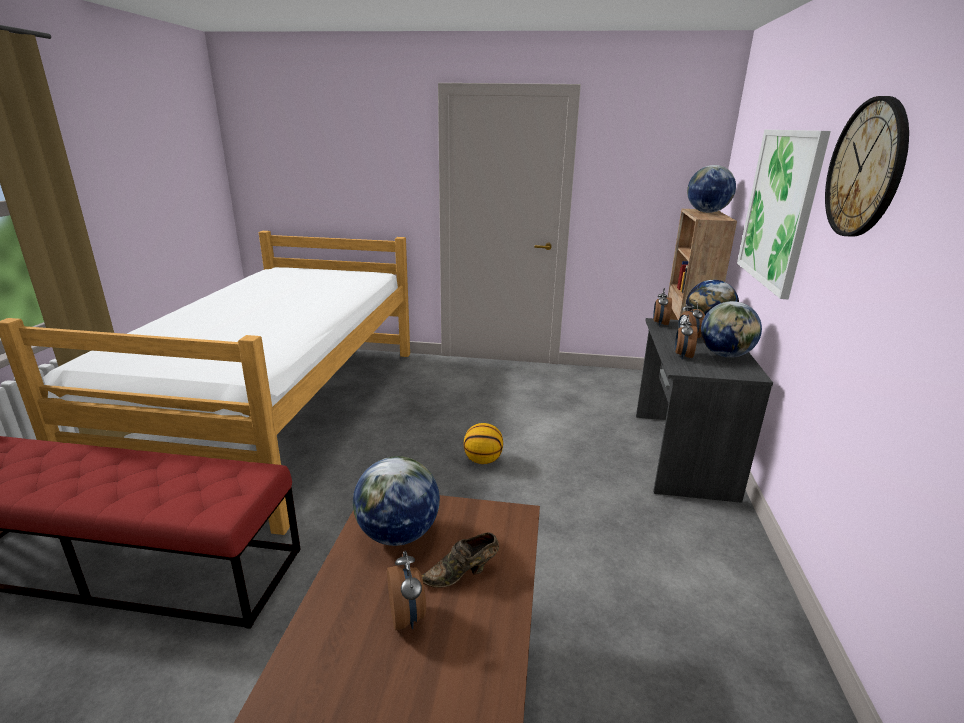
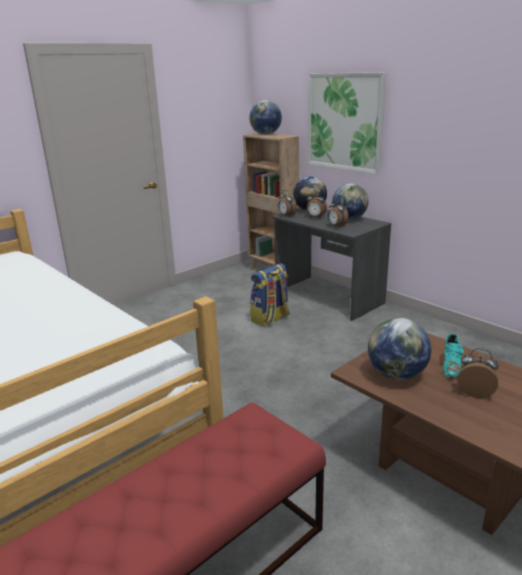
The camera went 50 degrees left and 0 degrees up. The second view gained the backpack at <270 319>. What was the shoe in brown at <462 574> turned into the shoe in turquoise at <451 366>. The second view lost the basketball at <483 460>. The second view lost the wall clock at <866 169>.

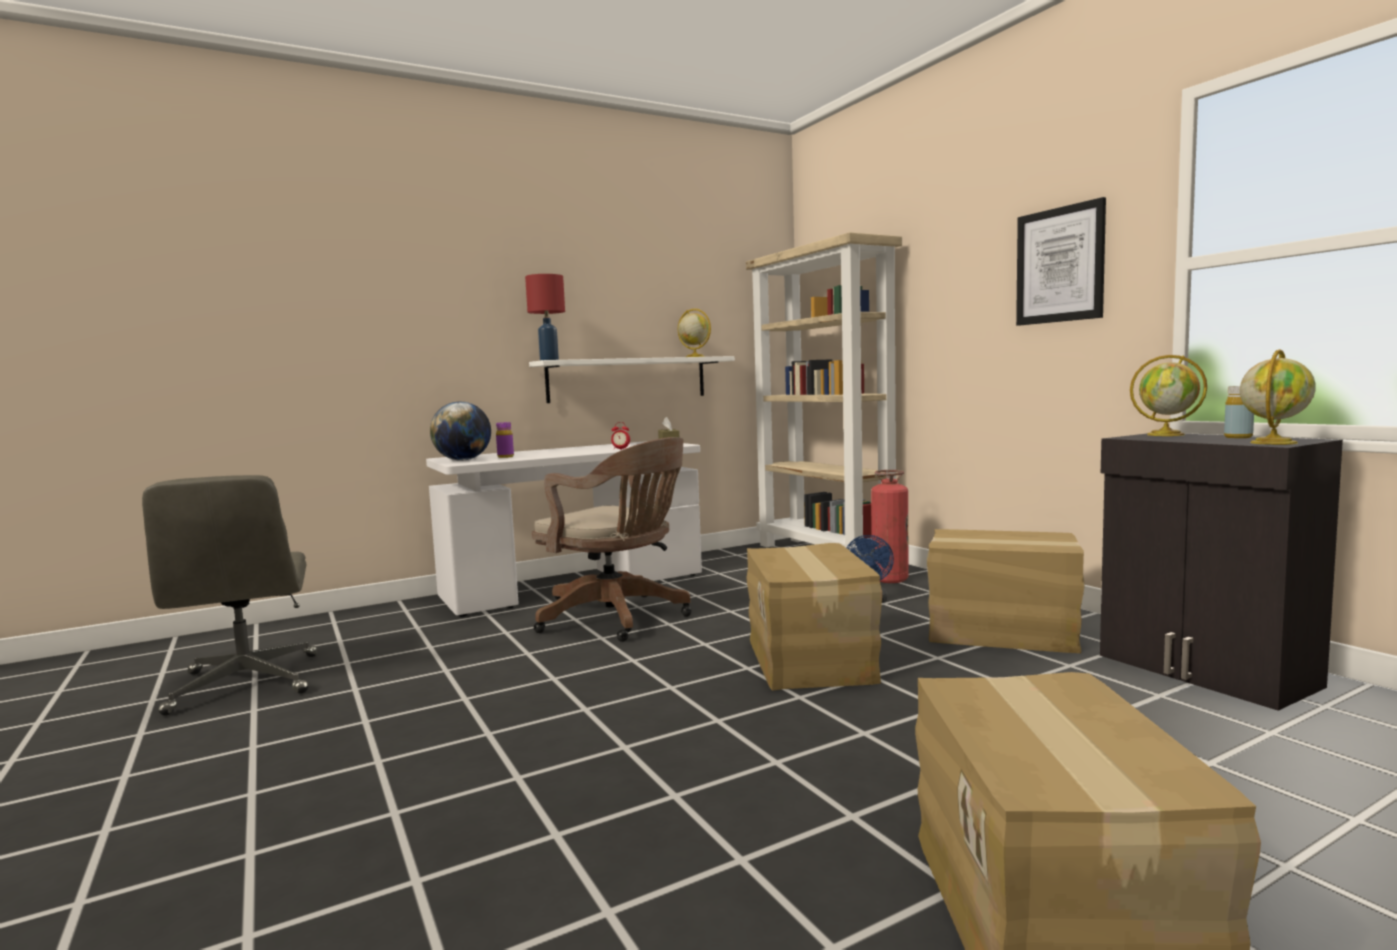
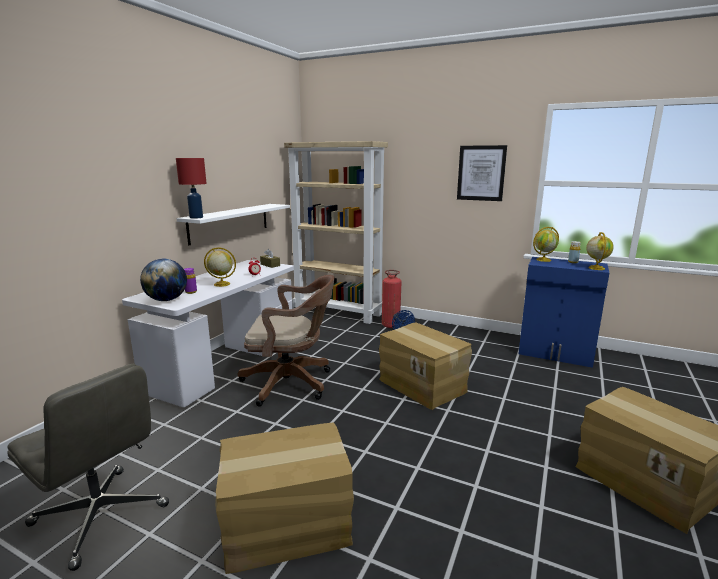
The camera went 35 degrees left and 10 degrees up. The globe ended up elsewhere, having gone from <694 357> to <221 284>. The cardboard box ended up elsewhere, having gone from <1001 632> to <286 525>. What was the cabinet in black at <1205 671> turned into the cabinet in blue at <555 354>.

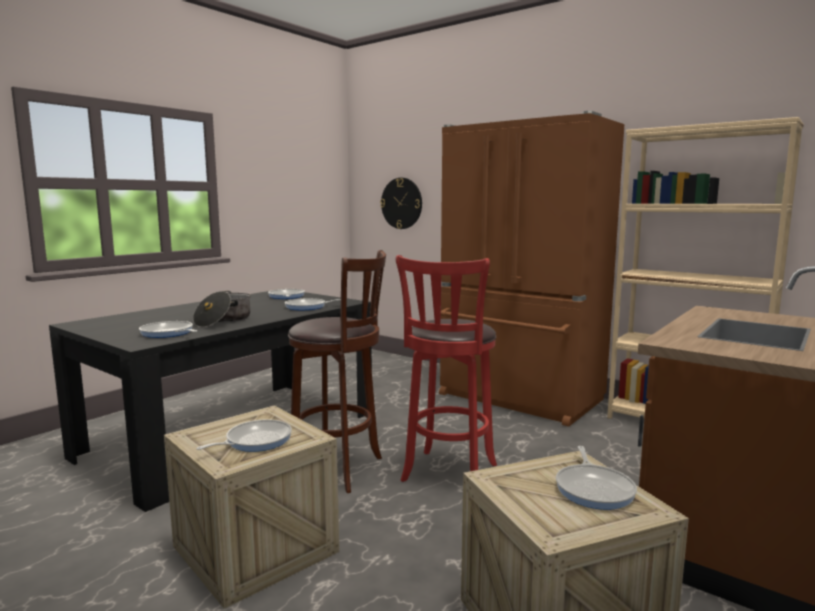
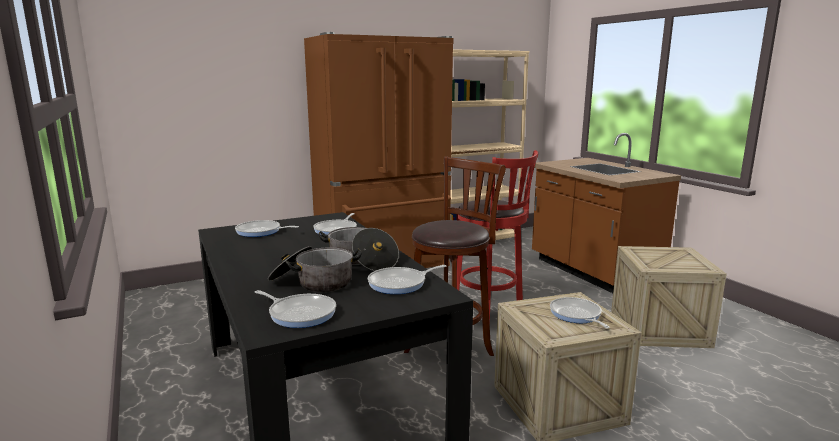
The camera went 65 degrees left and 5 degrees up. The frying pan ended up elsewhere, having gone from <594 489> to <300 313>. The second view gained the cooking pot at <313 283>. The second view lost the wall clock at <401 203>.

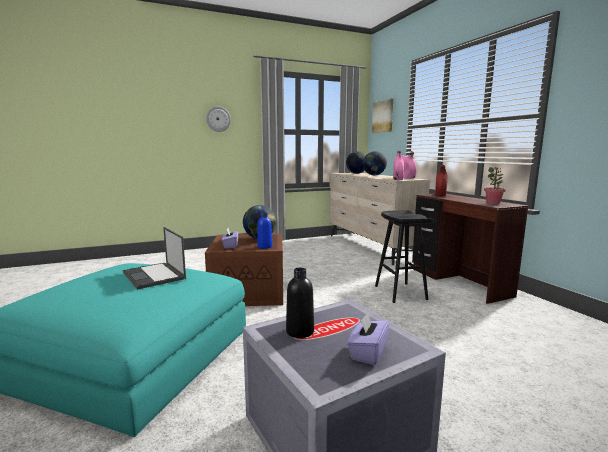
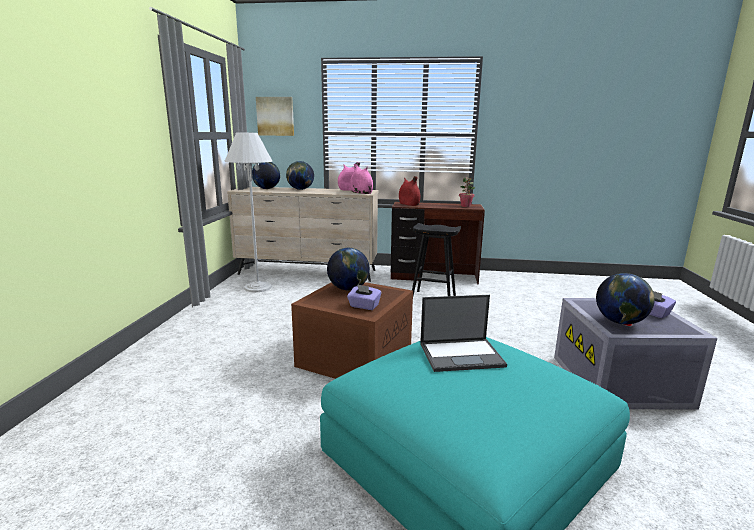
The camera went 60 degrees left and 5 degrees up. The second view gained the floor lamp in white at <258 287>. Where the bottle in black stood at <300 331>, the globe came to stand at <620 322>. The second view lost the wall clock at <218 119>. The second view lost the bottle in blue at <265 247>.

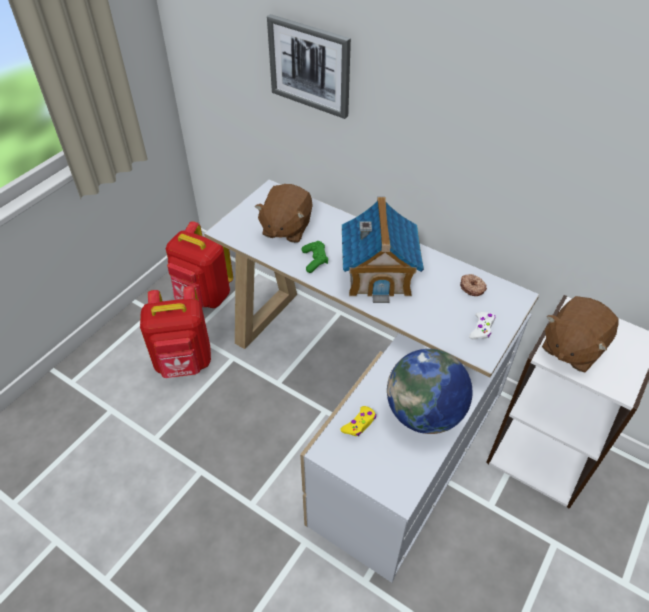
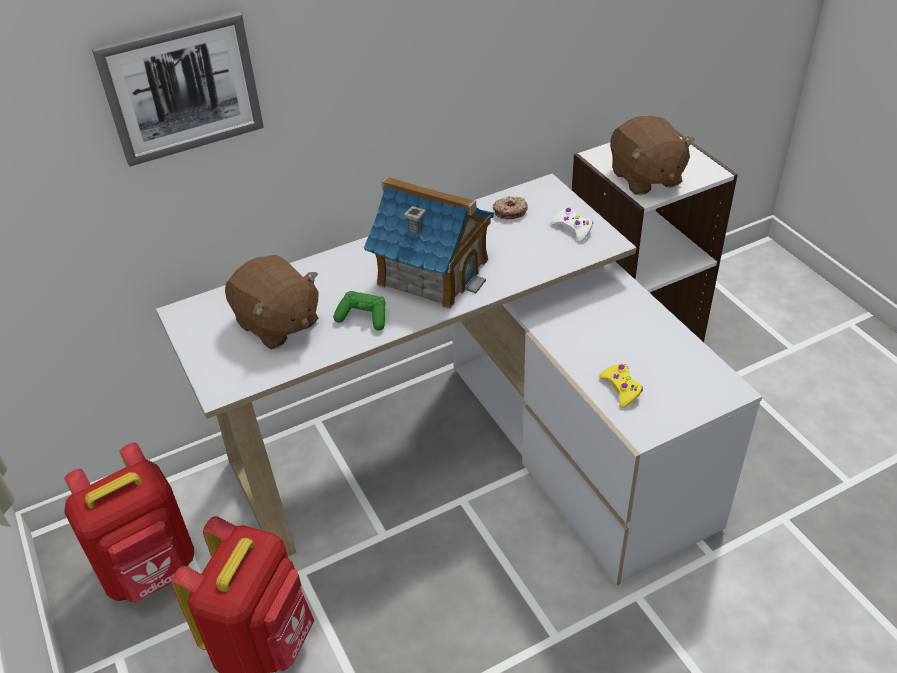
The camera went 60 degrees left and 5 degrees down. The second view lost the globe at <424 414>.

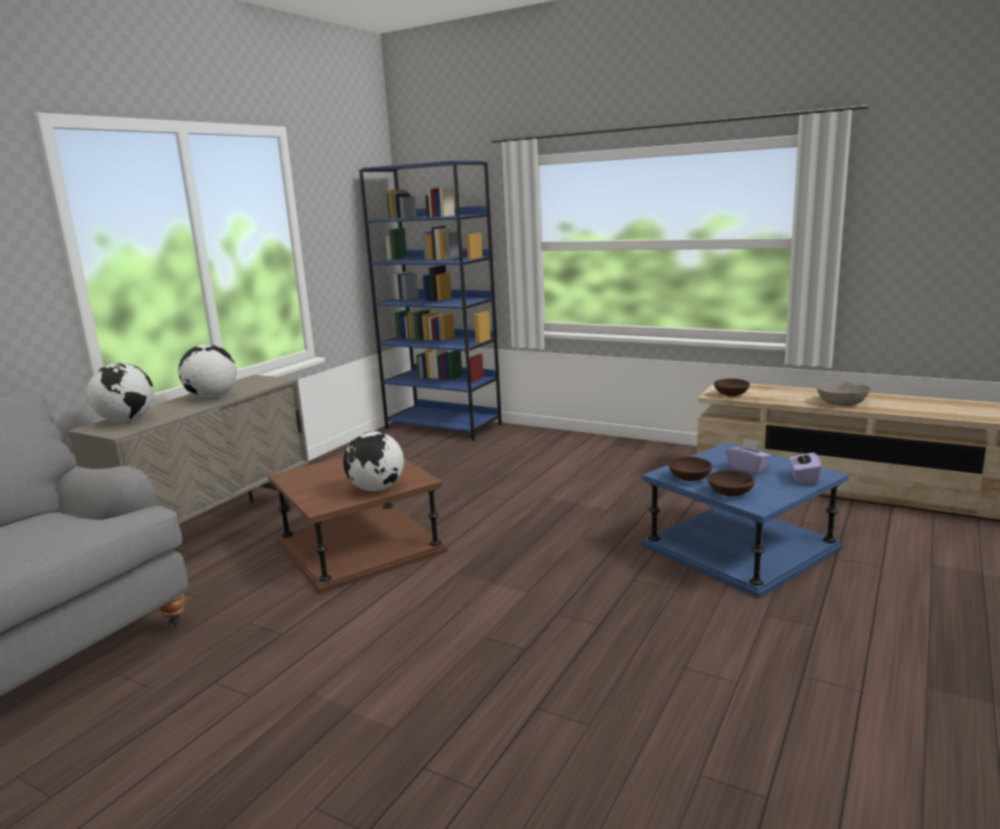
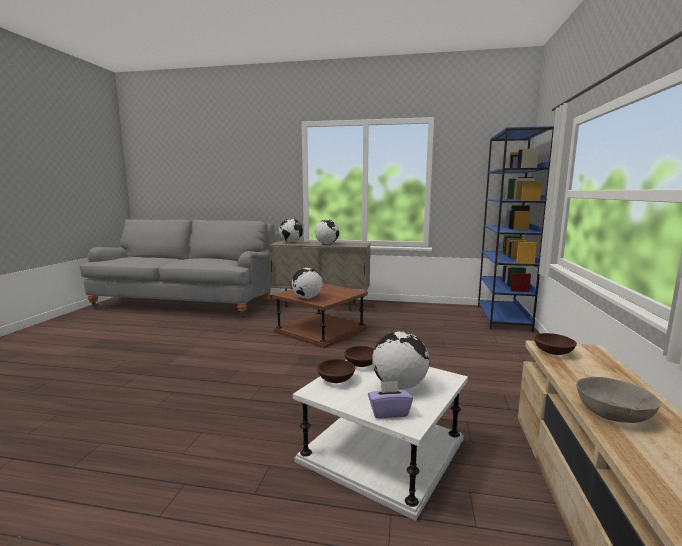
The camera went 70 degrees right and 5 degrees down. What was the side table in blue at <740 547> turned into the side table in white at <382 450>. Where the tissue box in purple stood at <747 468>, the globe came to stand at <399 386>.

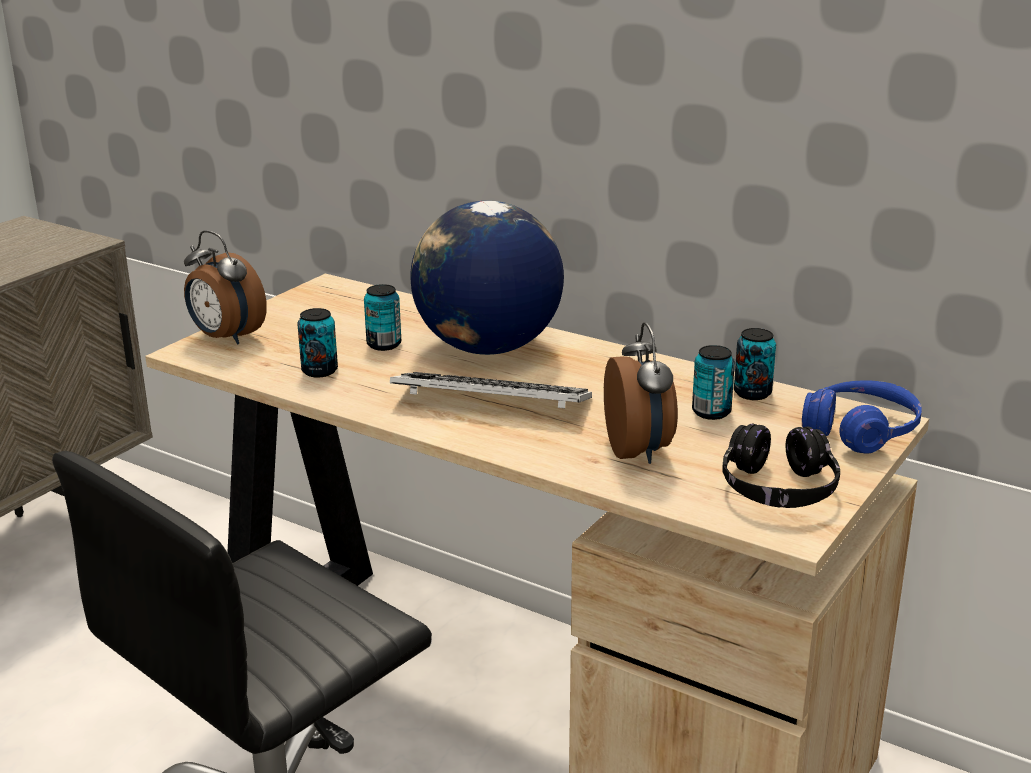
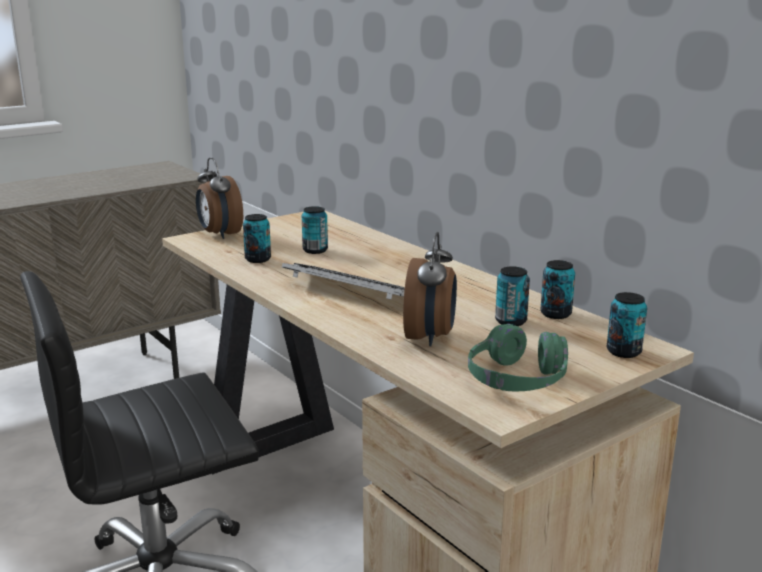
The camera went 20 degrees right and 5 degrees down. What was the headphones in black at <778 489> turned into the headphones in green at <517 379>. Where the headphones in blue stood at <860 431>, the can came to stand at <623 352>. The second view lost the globe at <487 348>.

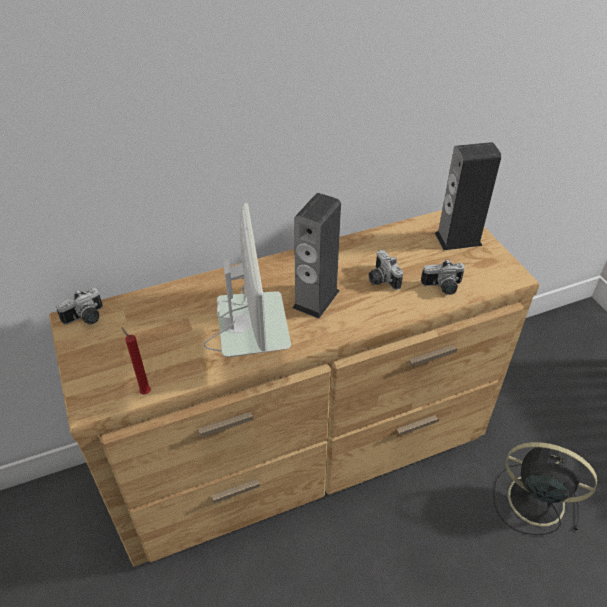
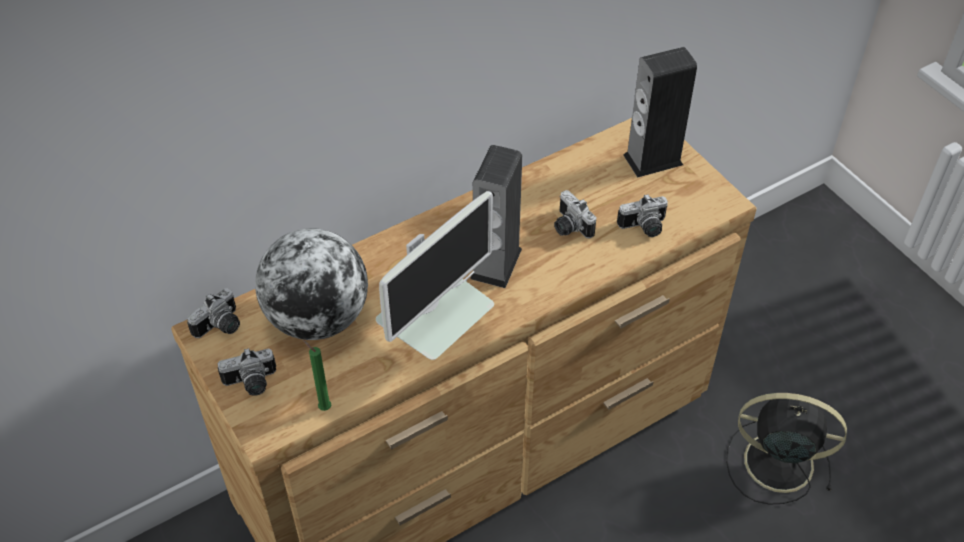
The camera went 10 degrees left and 5 degrees up. The second view gained the photo camera at <251 383>. The second view gained the globe at <317 318>. What was the candle in red at <144 391> turned into the candle in green at <323 407>. The monitor at <251 351> ended up facing another way, 60 degrees clockwise from before.

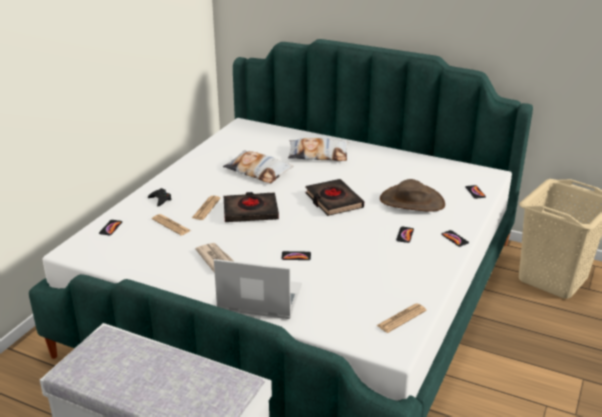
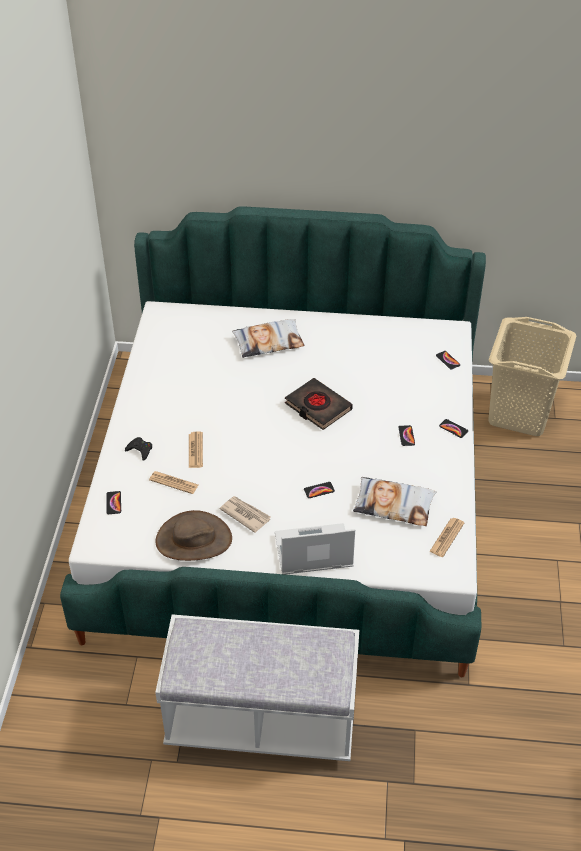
The camera went 20 degrees left and 15 degrees up. The hat in brown ended up elsewhere, having gone from <412 201> to <193 540>. The pillow ended up elsewhere, having gone from <258 171> to <394 505>. The second view lost the book in black at <250 211>.

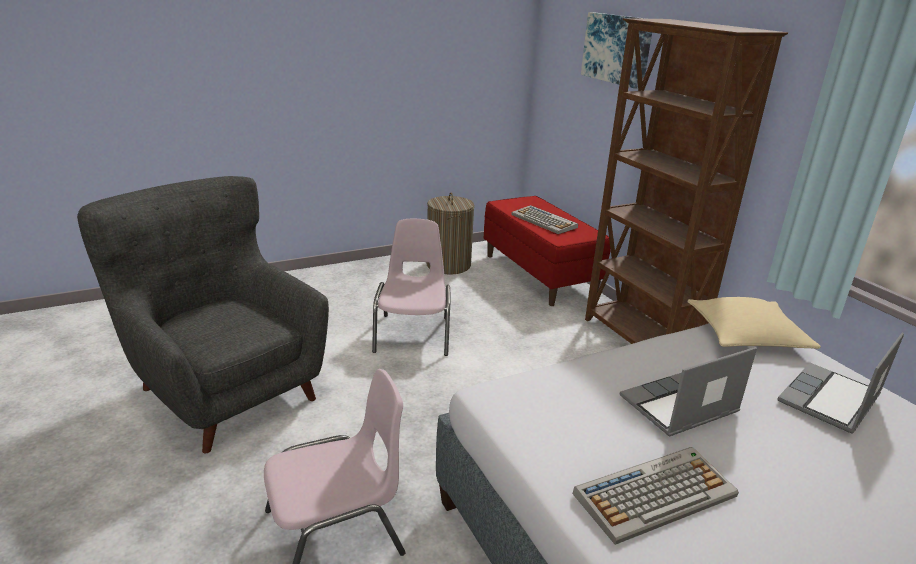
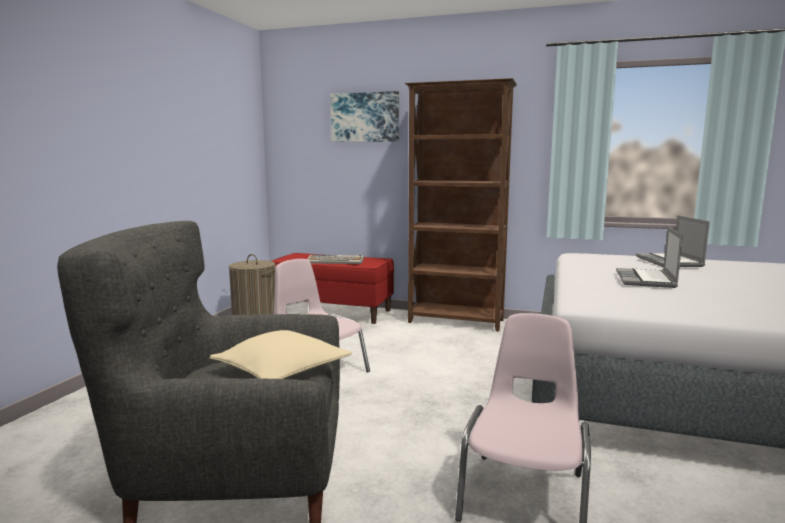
The camera went 45 degrees left and 15 degrees down. The pillow in beige ended up elsewhere, having gone from <746 335> to <282 370>. The second view lost the keyboard at <655 494>.

